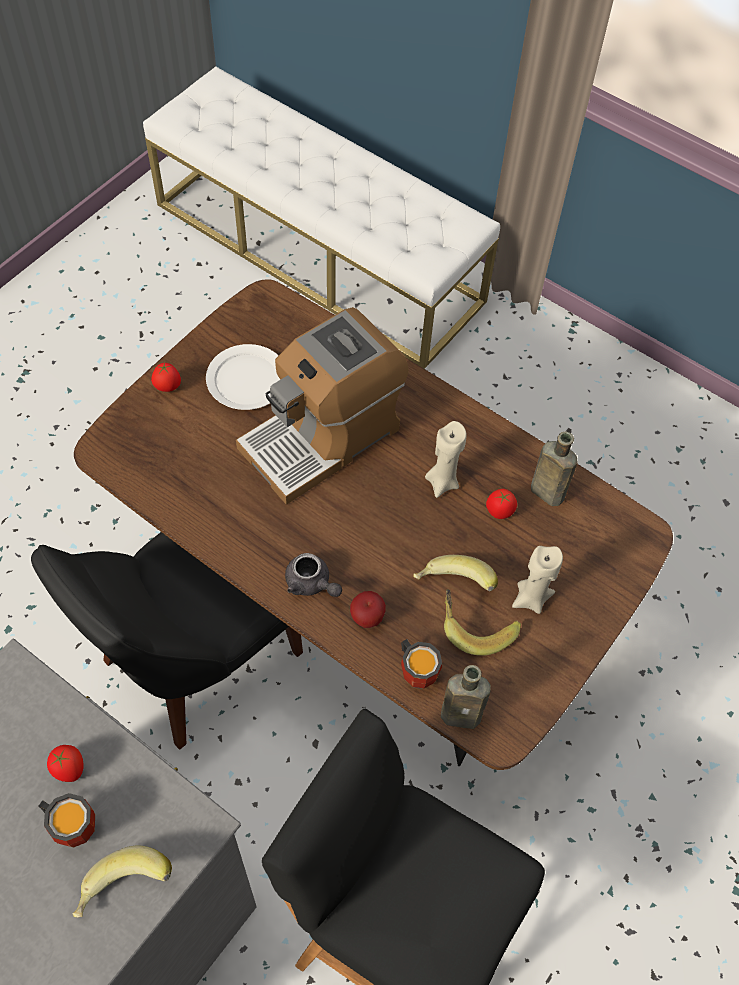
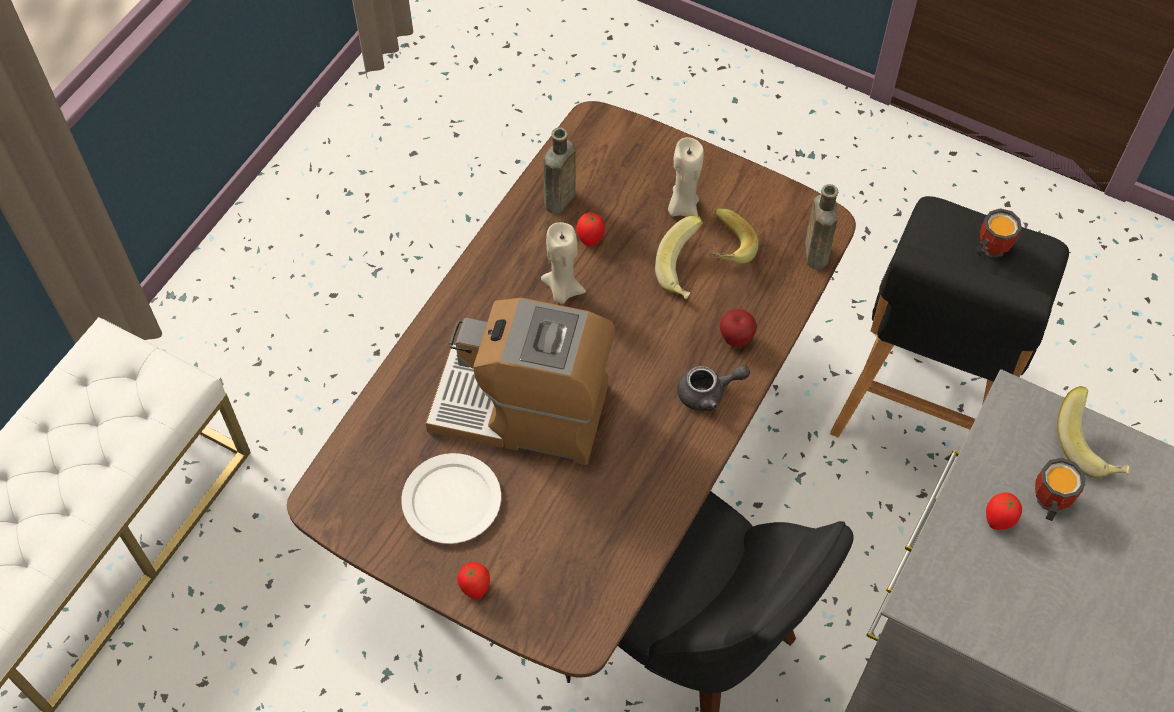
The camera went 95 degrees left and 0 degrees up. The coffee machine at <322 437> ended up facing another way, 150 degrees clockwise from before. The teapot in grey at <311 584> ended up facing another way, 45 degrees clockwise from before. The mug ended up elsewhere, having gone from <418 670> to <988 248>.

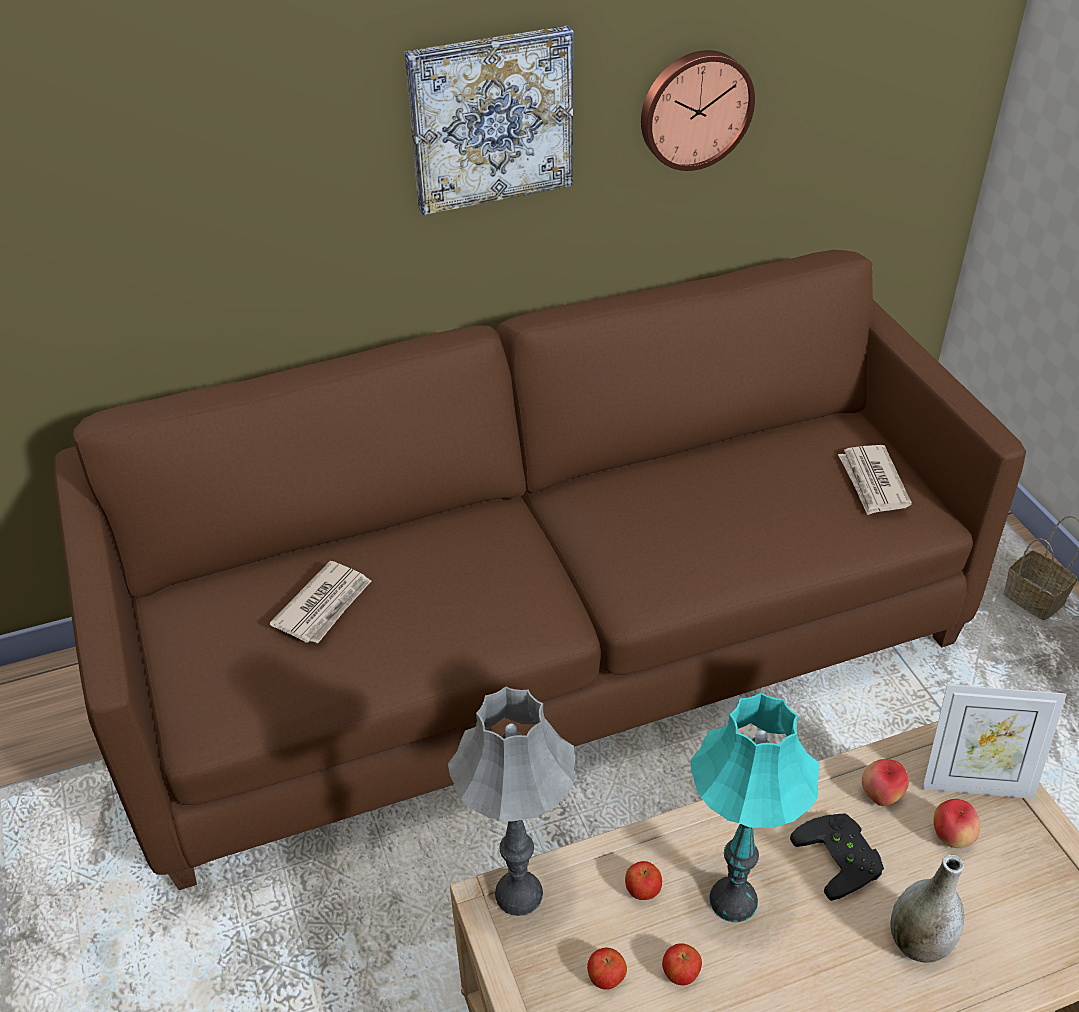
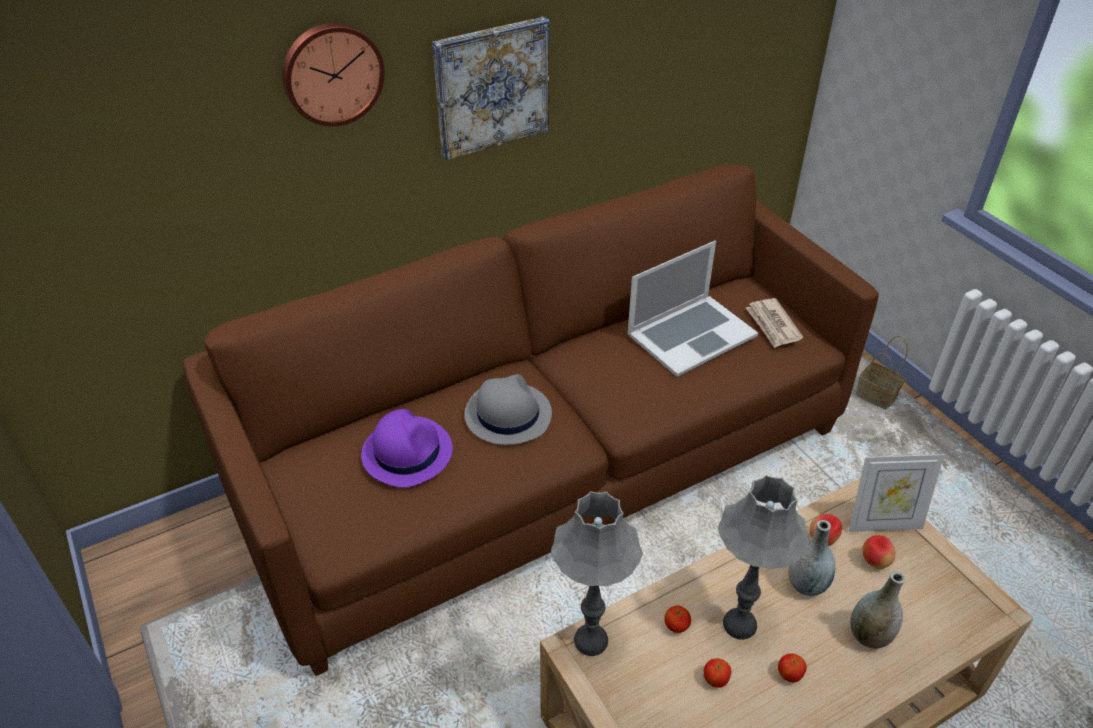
The camera went 10 degrees left and 0 degrees up. The wall clock ended up elsewhere, having gone from <694 109> to <332 73>. Where the newspaper stood at <324 605>, the hat in purple came to stand at <407 452>. The second view gained the hat in grey at <507 414>. The second view gained the laptop at <691 334>. What was the table lamp in turquoise at <734 900> turned into the table lamp in grey at <740 624>. The apple ended up elsewhere, having gone from <606 978> to <789 675>. Where the game controller in black stood at <843 857>, the vase in grey came to stand at <806 585>.

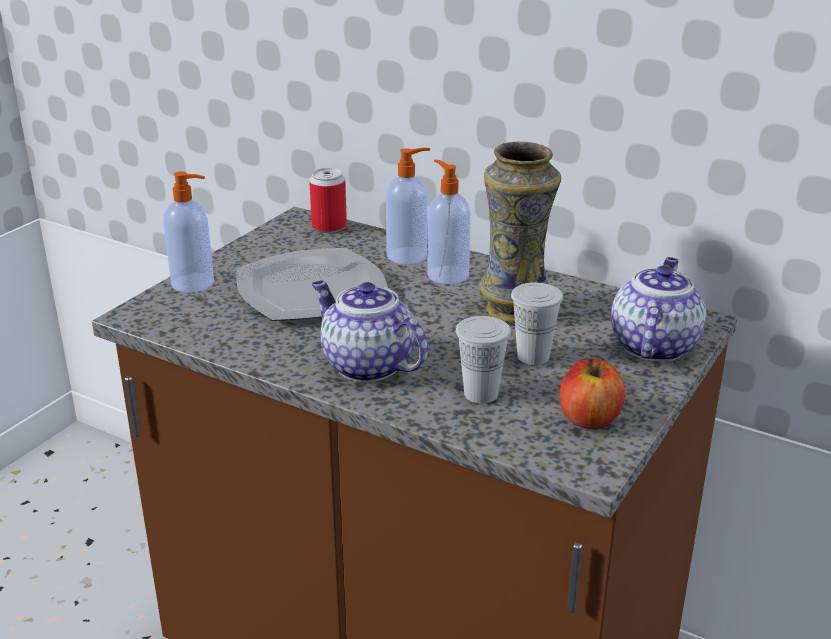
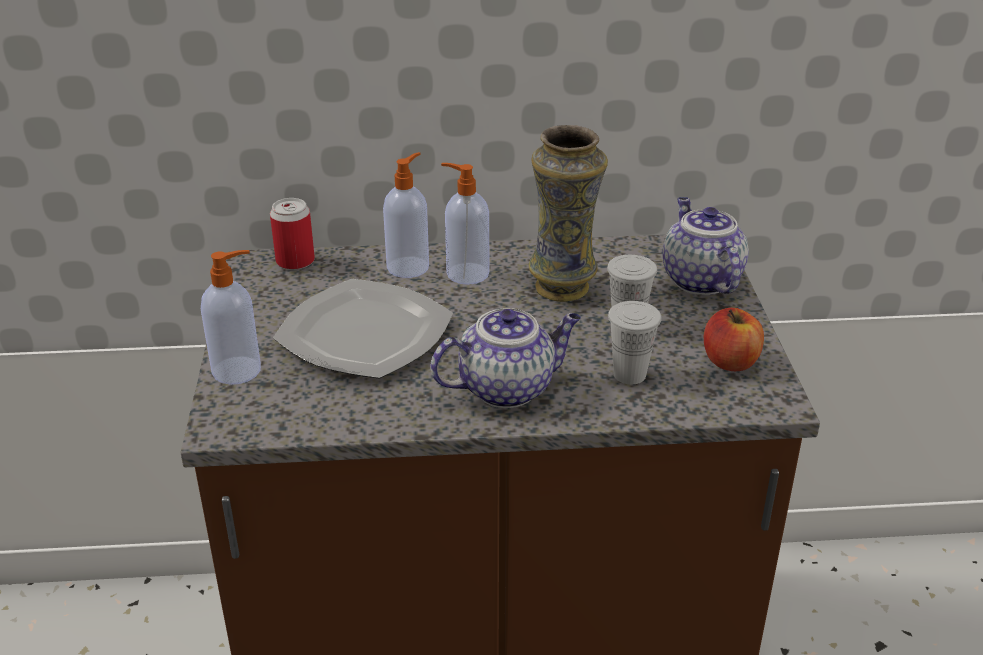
The camera went 35 degrees left and 5 degrees up. The teapot at <366 365> ended up facing another way, 150 degrees clockwise from before.

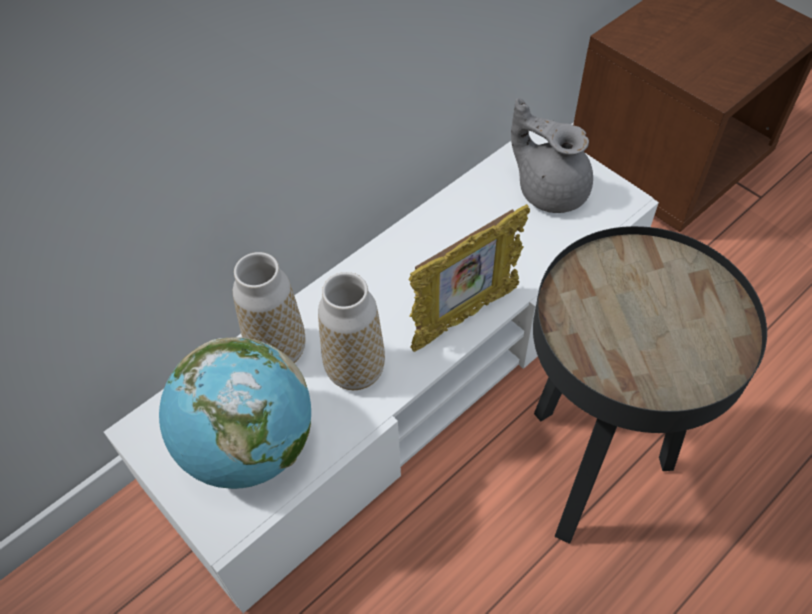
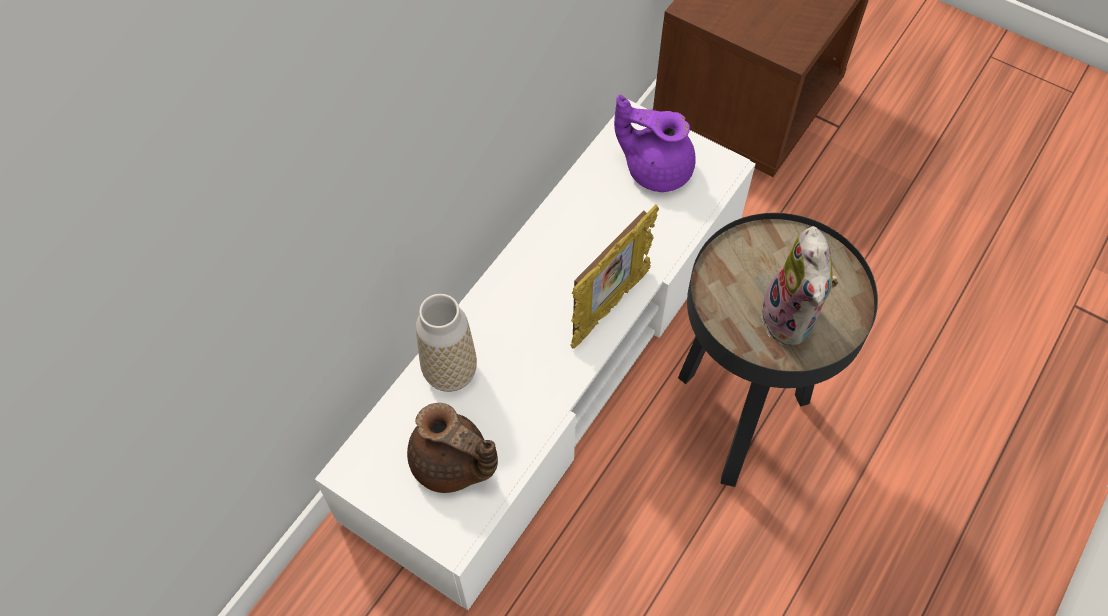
The camera went 15 degrees left and 5 degrees up. Where the globe stood at <249 447>, the teapot in brown came to stand at <452 464>. What was the teapot in grey at <550 190> turned into the teapot in purple at <656 168>. The second view gained the plush toy at <792 319>. The second view lost the vase at <355 370>.

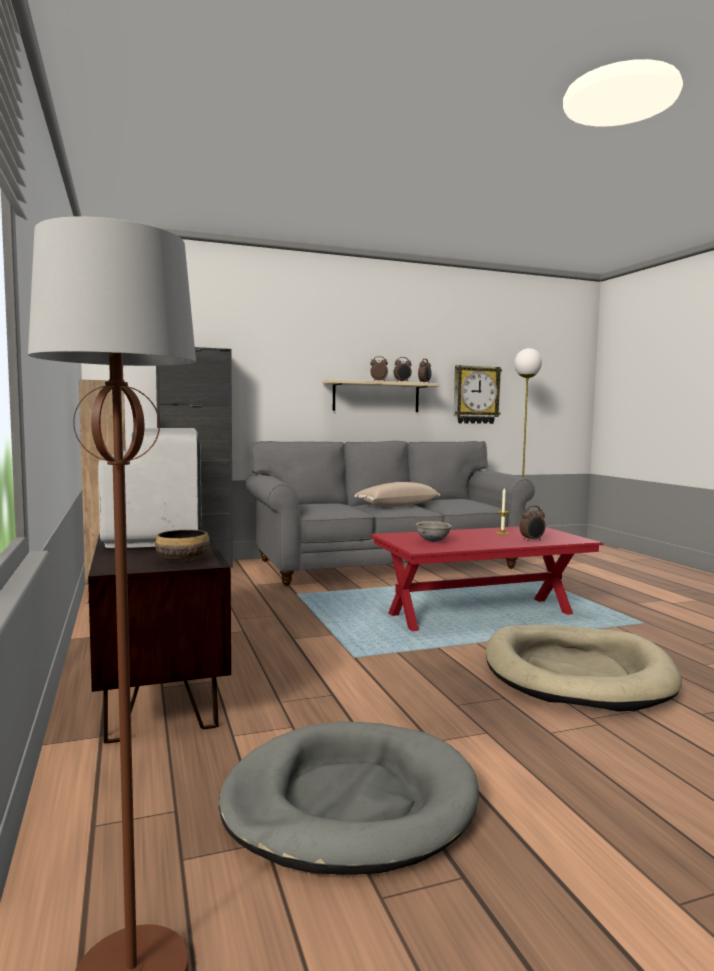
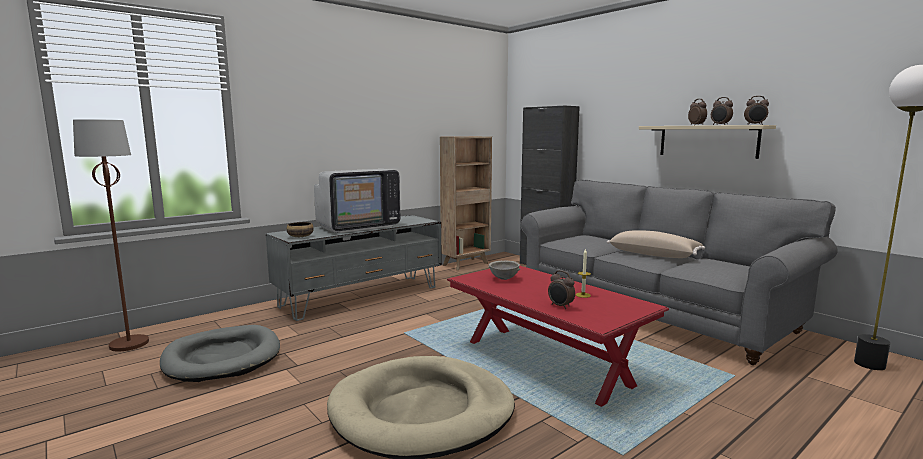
The camera went 70 degrees right and 5 degrees up. What was the tv stand in brown at <157 667> turned into the tv stand in grey at <362 296>. The second view lost the wall clock at <475 395>.

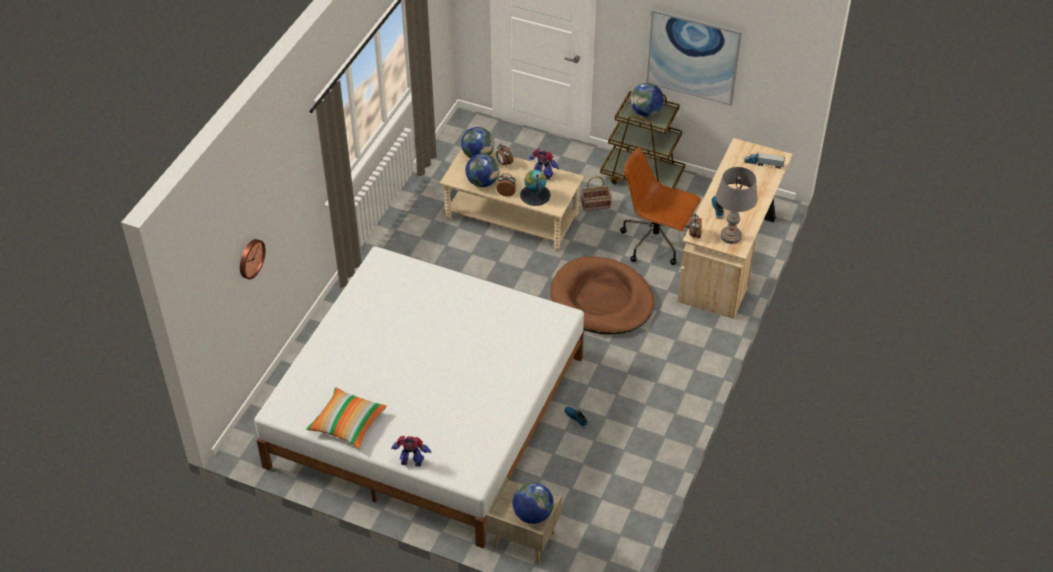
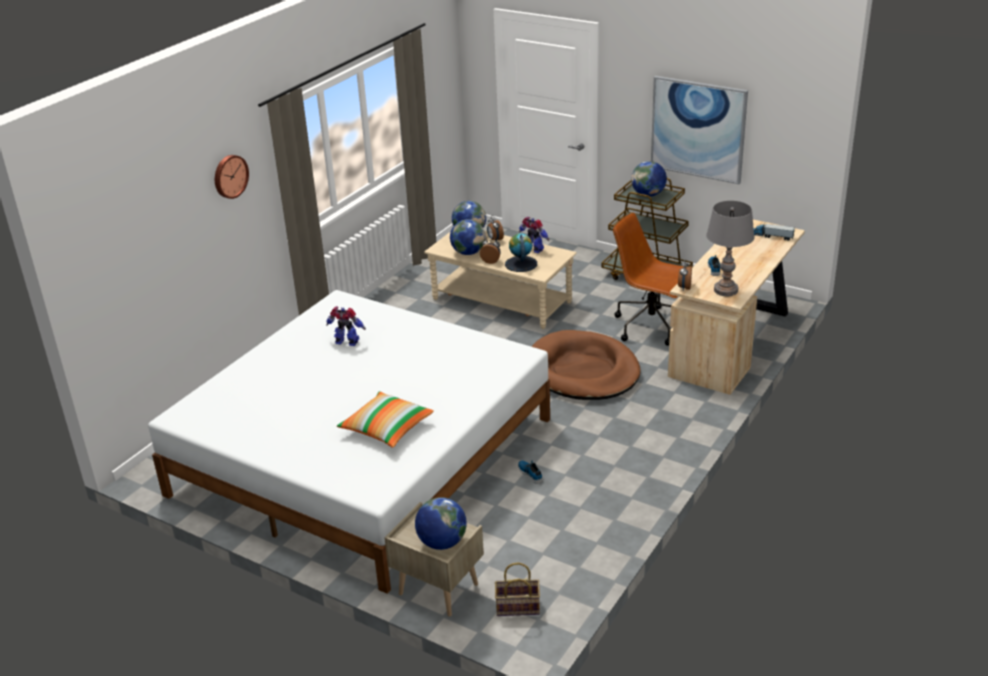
The camera went 10 degrees right and 15 degrees down. The wall clock ended up elsewhere, having gone from <250 258> to <229 176>. The toy robot ended up elsewhere, having gone from <412 462> to <347 343>. The pillow ended up elsewhere, having gone from <347 424> to <386 429>. The basket ended up elsewhere, having gone from <595 205> to <516 608>.

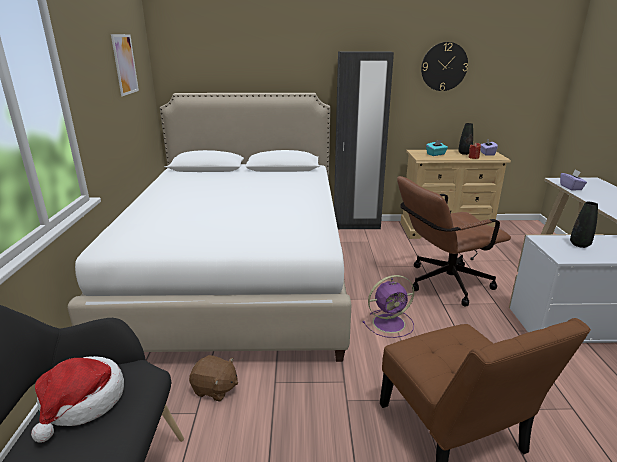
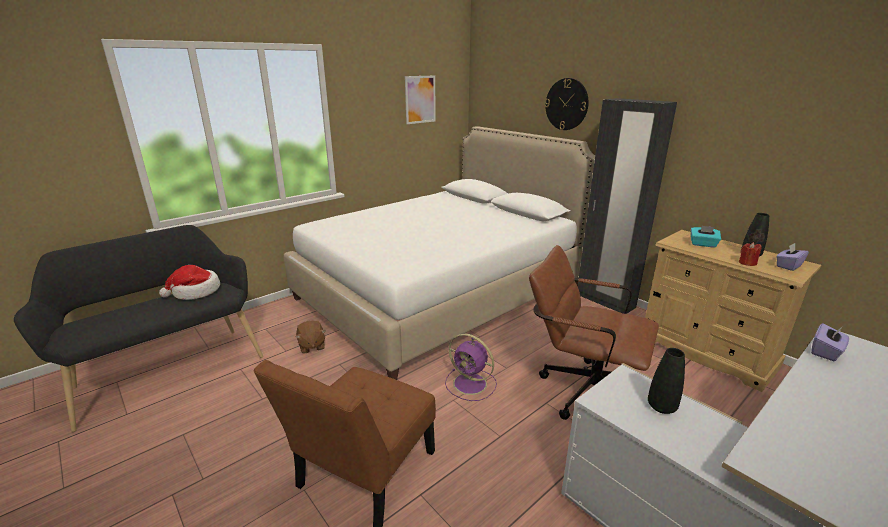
The camera went 50 degrees right and 0 degrees up. The wall clock ended up elsewhere, having gone from <444 66> to <566 104>.

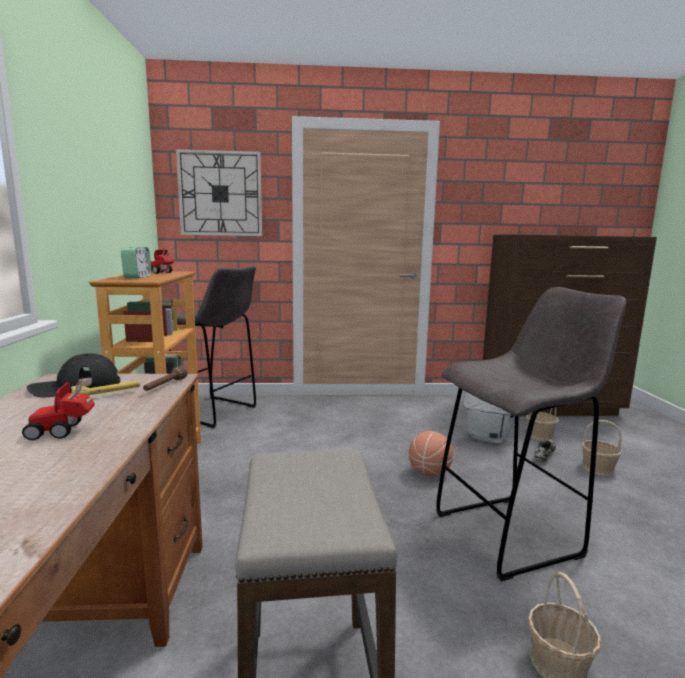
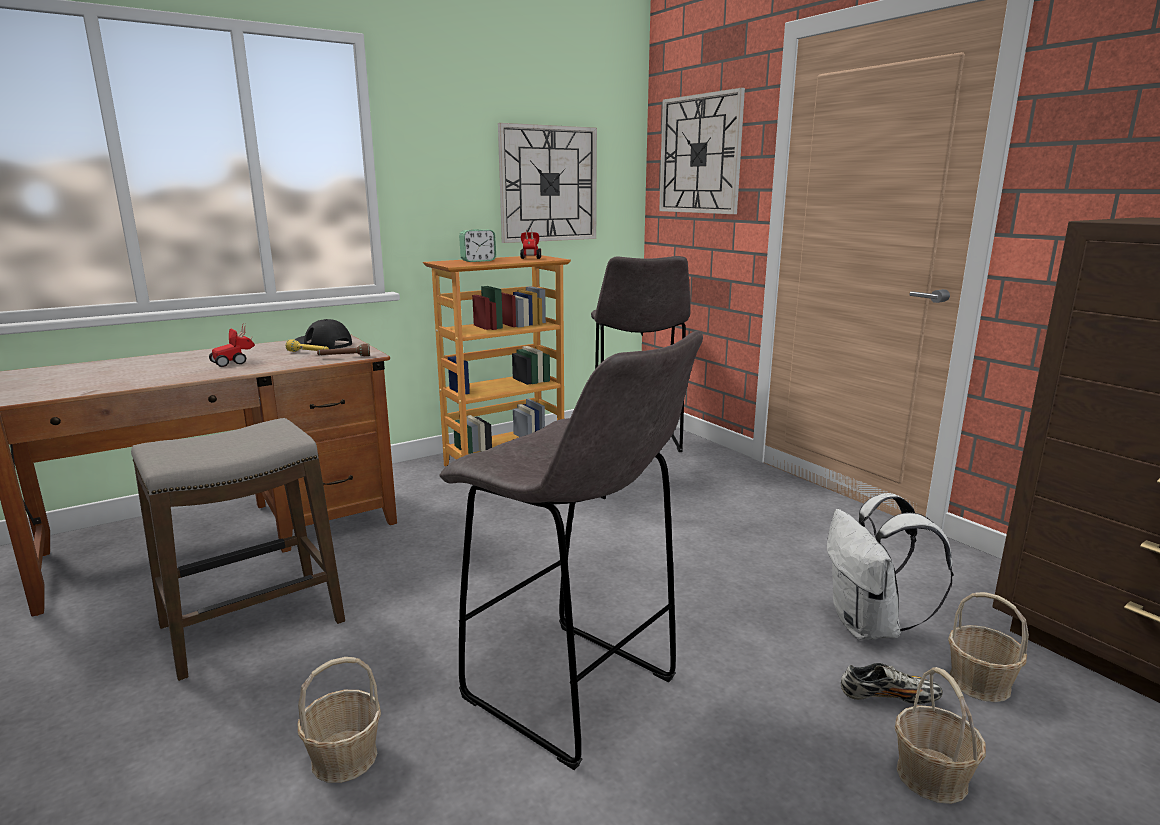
The camera went 60 degrees right and 5 degrees up. The toy car at <63 431> ended up facing another way, 90 degrees counterclockwise from before. The second view gained the wall clock at <548 184>. The second view lost the basketball at <429 473>.

